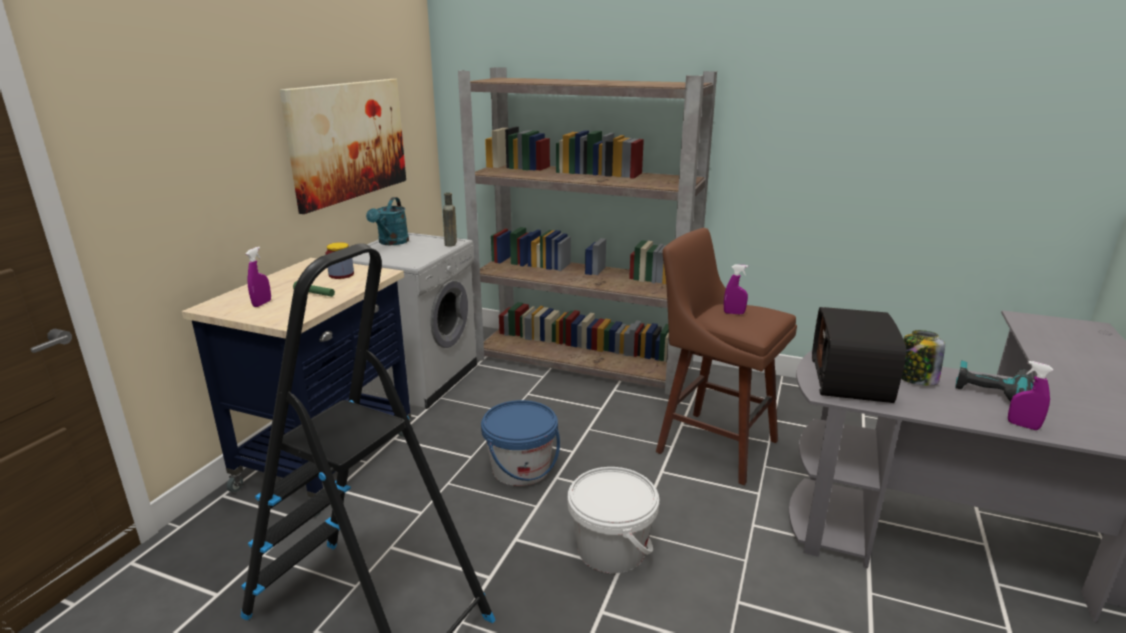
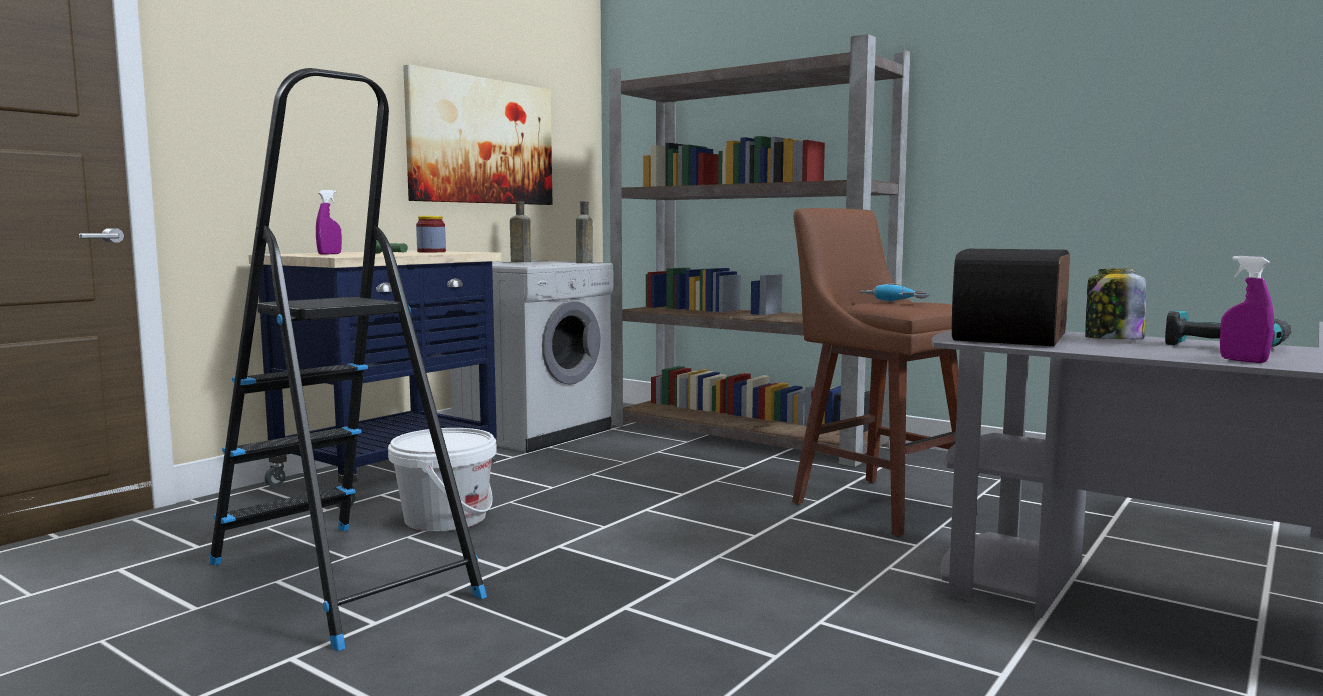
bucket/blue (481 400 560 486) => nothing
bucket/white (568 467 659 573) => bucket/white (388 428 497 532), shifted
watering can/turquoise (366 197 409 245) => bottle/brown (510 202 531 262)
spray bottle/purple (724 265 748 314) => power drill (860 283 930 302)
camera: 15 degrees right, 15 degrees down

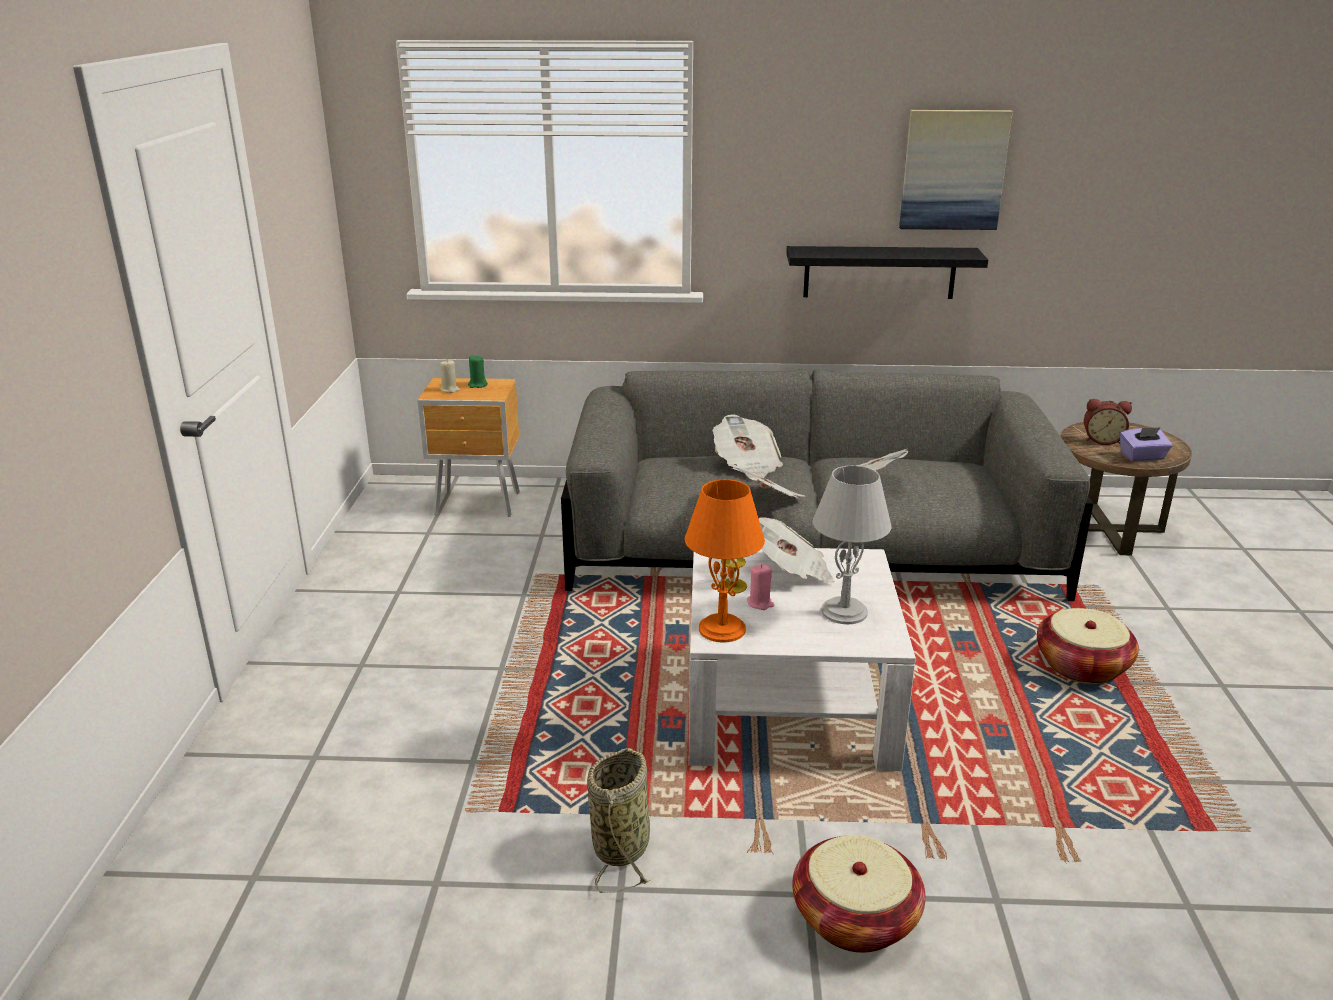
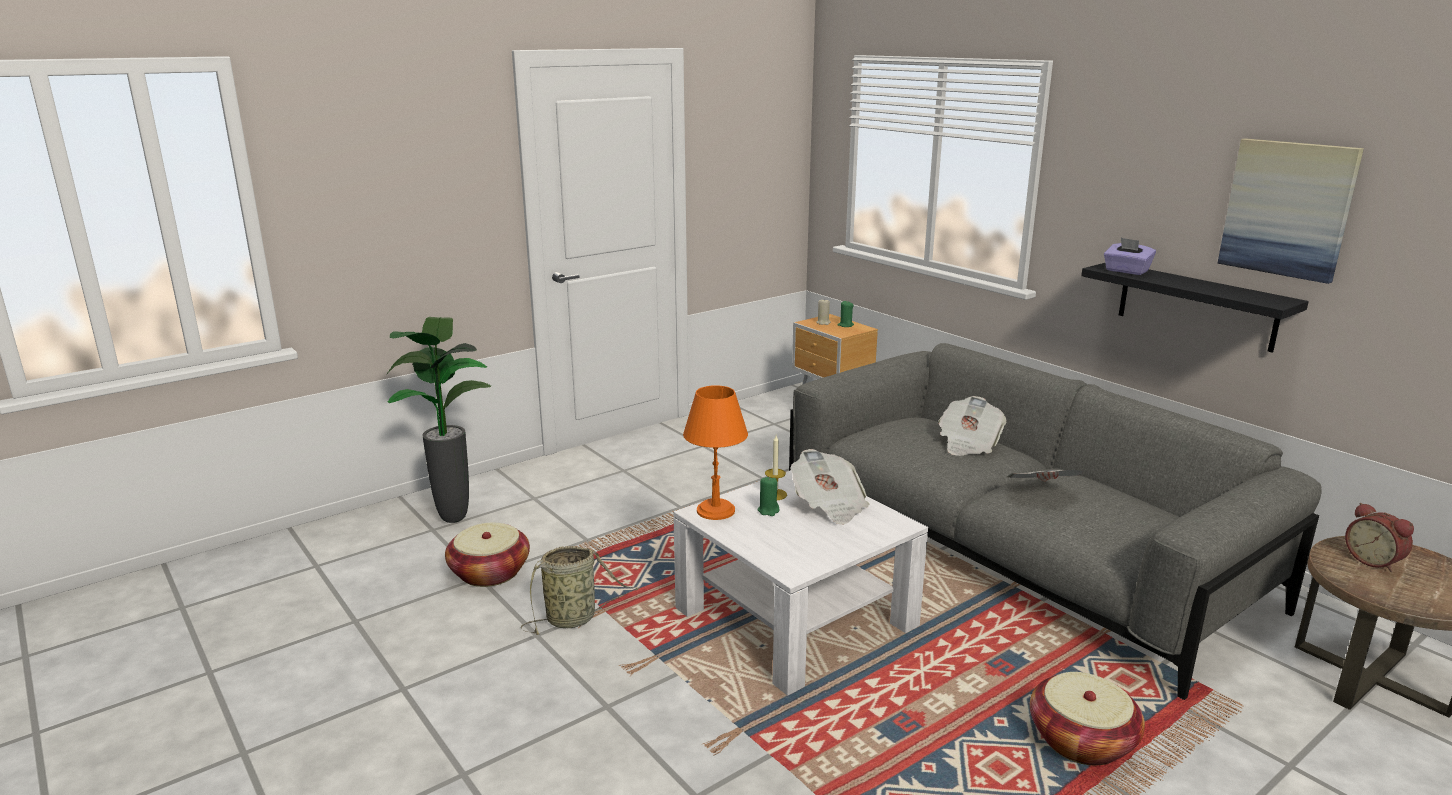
newspaper (728 465 805 498) => nothing
table lamp/grey (813 465 891 624) => nothing
nothing => potted plant (386 317 491 523)
basket (792 835 925 953) => basket (445 523 530 587), shifted
tissue box/purple (1120 427 1173 461) => tissue box/purple (1104 238 1156 275), shifted
candle/pink (747 564 774 610) => candle/green (758 477 780 516)
camera: 50 degrees right, 5 degrees down

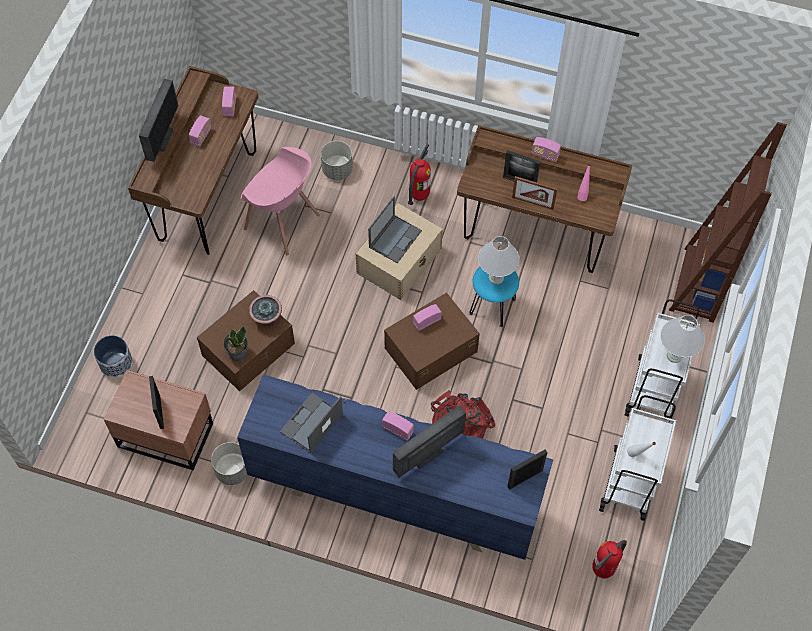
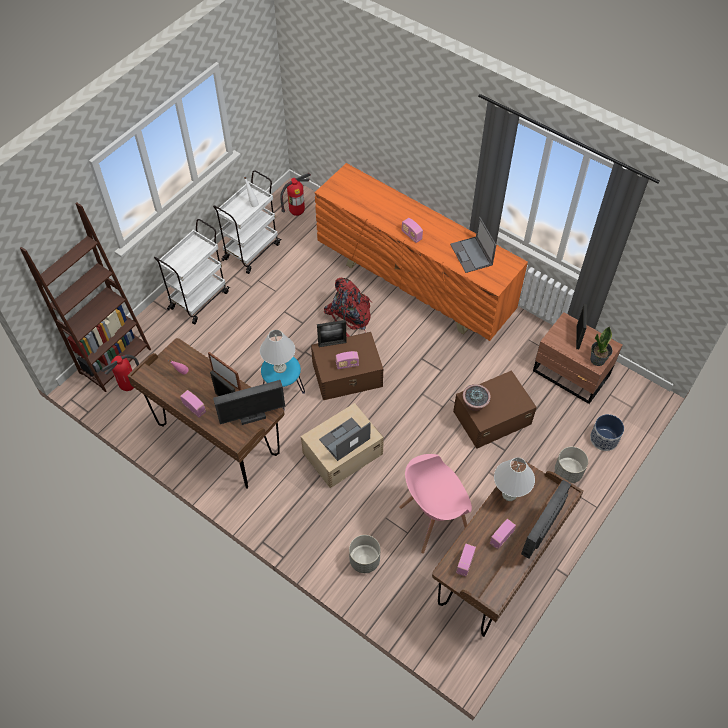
planter/grey (211 442 247 485) => planter/grey (555 447 588 483), shifted
potted plant (223 327 248 361) => potted plant (590 327 613 366), shifted
monitor (393 405 466 478) => monitor (213 380 285 425), shifted
fire extinguisher (408 144 431 205) => fire extinguisher (101 354 139 391), shifted
picture frame (507 449 548 490) => picture frame (317 320 347 347), shifted
table lamp/white (660 315 705 363) => table lamp/white (494 457 535 501), shifted
cabinet/blue (237 374 553 560) => cabinet/orange (315 163 528 341)
chair/pink (241 147 320 255) => chair/pink (399 454 472 554), 75 degrees counterclockwise
laptop (280 393 343 453) => laptop (450 217 496 273), 105 degrees clockwise
camera: 160 degrees left, 5 degrees down

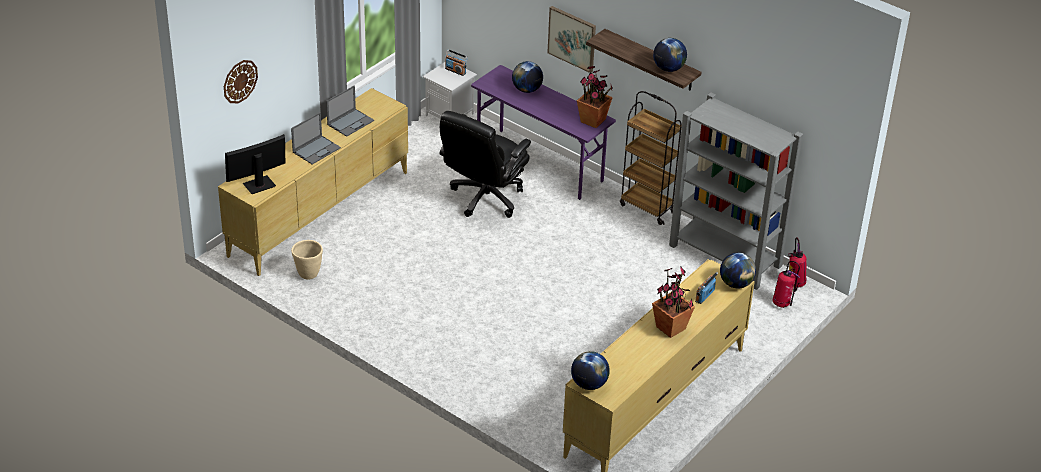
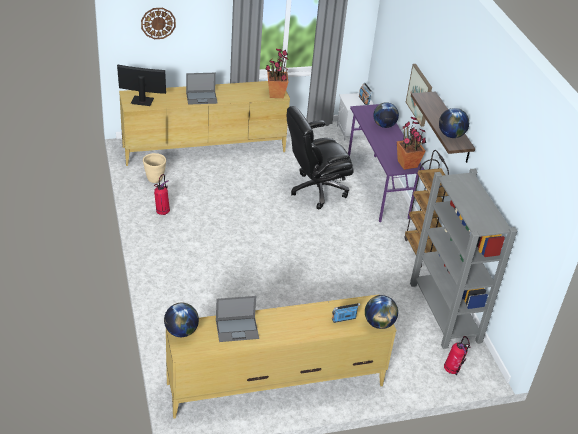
laptop (326 86 374 137) => laptop (216 296 259 342), shifted
potted plant (652 267 695 338) => potted plant (265 49 289 98), shifted
fire extinguisher (788 237 807 288) => fire extinguisher (154 174 170 215), shifted
camera: 35 degrees right, 0 degrees up

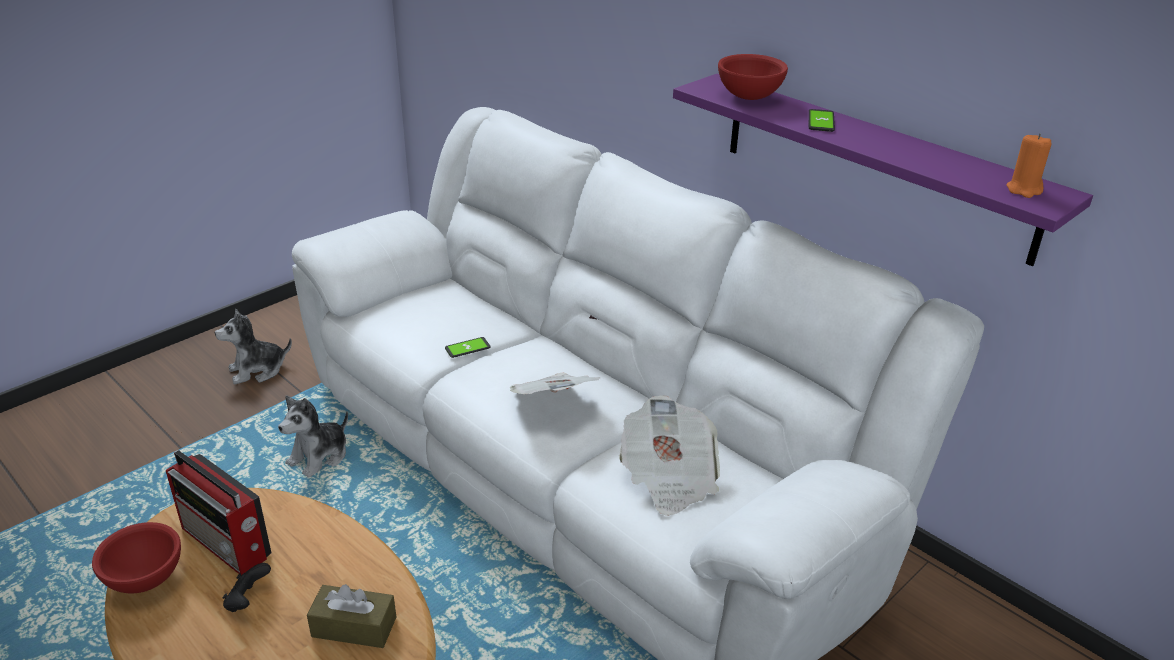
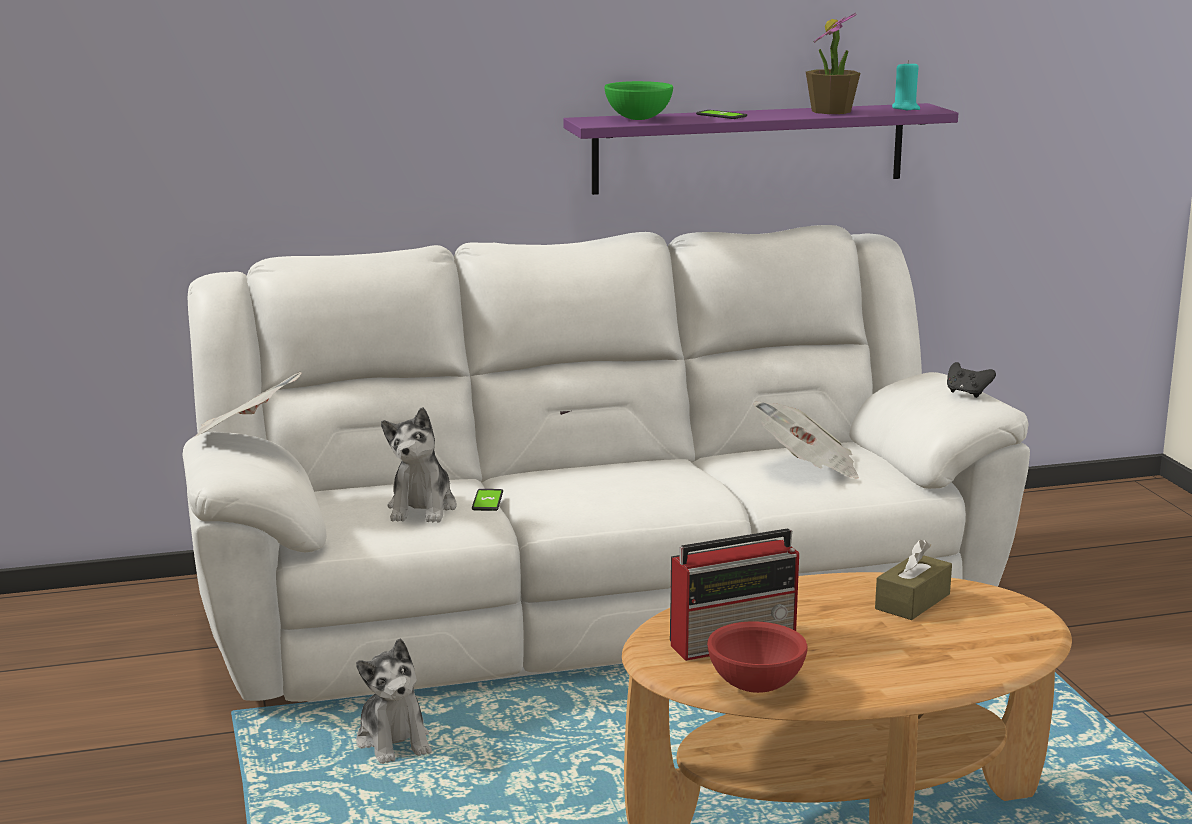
nothing => potted plant (806 13 860 114)
plush toy (215 308 292 384) => plush toy (381 407 457 523), shifted
game controller/black (223 563 271 612) => game controller/black (947 362 996 398), shifted
newspaper (509 373 601 394) => newspaper (195 372 301 437), shifted
bowl/red (718 54 788 100) => bowl/green (604 81 673 120)
candle/orange (1006 133 1051 198) => candle/turquoise (892 60 920 110)
camera: 60 degrees left, 15 degrees down

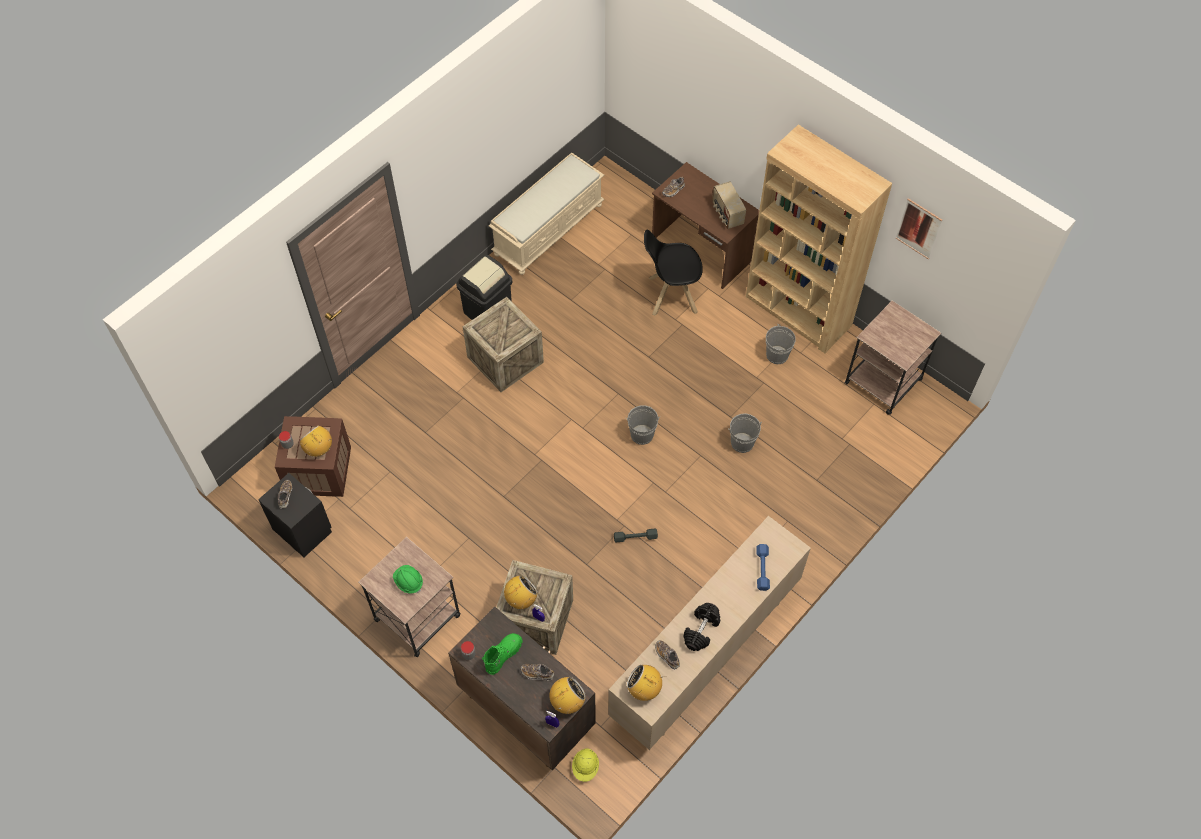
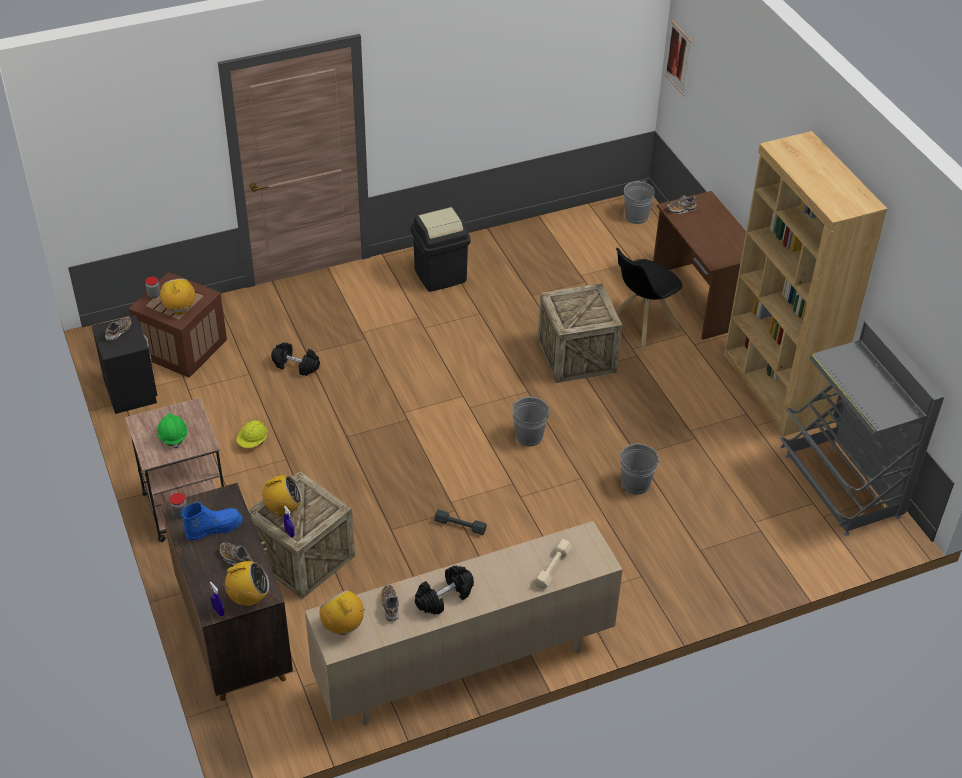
bench/beige (489 152 604 275) => nothing
radio (712 181 746 229) => nothing
nothing => dumbbell/black (271 343 320 376)
crate (462 297 544 392) => crate (538 283 622 383), shifted
hard hat/yellow (572 749 599 782) => hard hat/yellow (236 420 268 448), shifted
bucket/grey (766 324 796 364) => bucket/grey (624 180 655 224), shifted
picture (896 198 942 259) => picture (665 21 692 96), shifted
cart/brown (844 301 941 415) => shoe rack/grey (780 318 944 536)
boot/green (482 633 522 675) => boot/blue (182 502 242 541)
dumbbell/blue (756 544 770 591) => dumbbell/beige (533 539 572 589)
chair/black (644 230 703 316) => chair/black (615 248 682 350), 60 degrees counterclockwise
camera: 25 degrees right, 15 degrees down

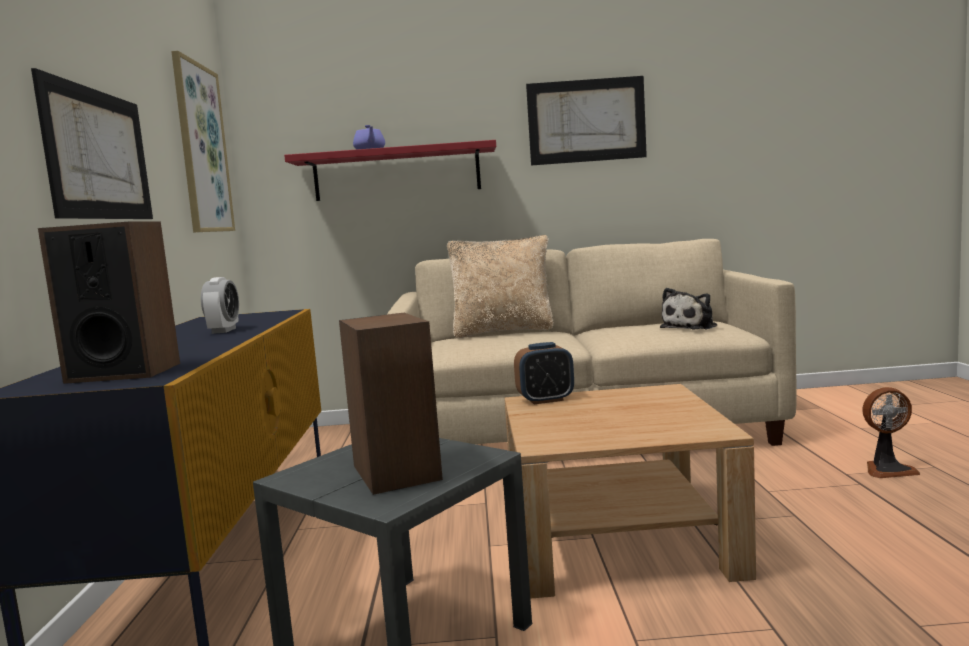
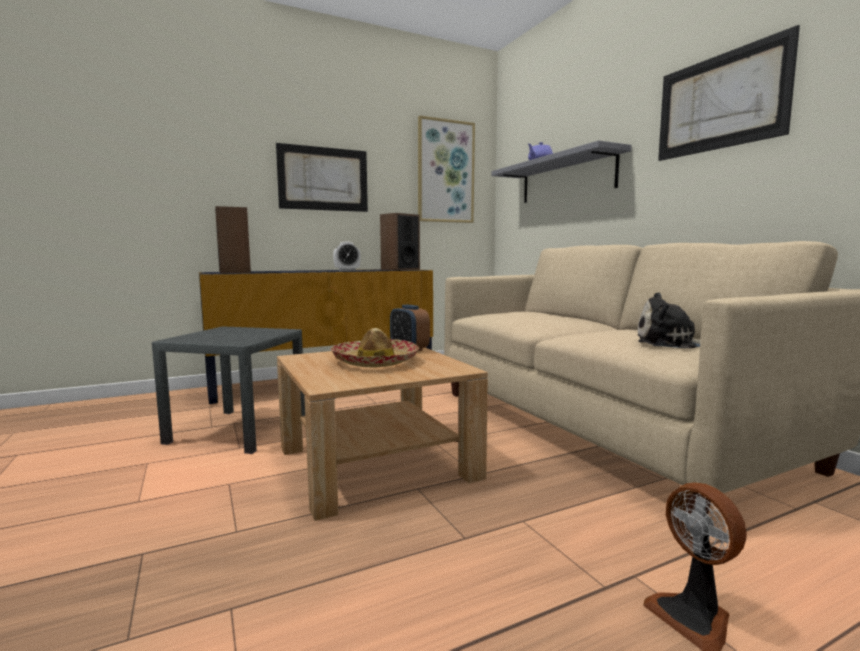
pillow/beige (447 234 554 338) => nothing
nothing => hat (331 328 419 368)
speaker (339 313 443 495) => speaker (380 213 420 270), shifted
shelf/red (284 140 496 201) => shelf/grey (491 140 632 203)
camera: 65 degrees right, 0 degrees up

